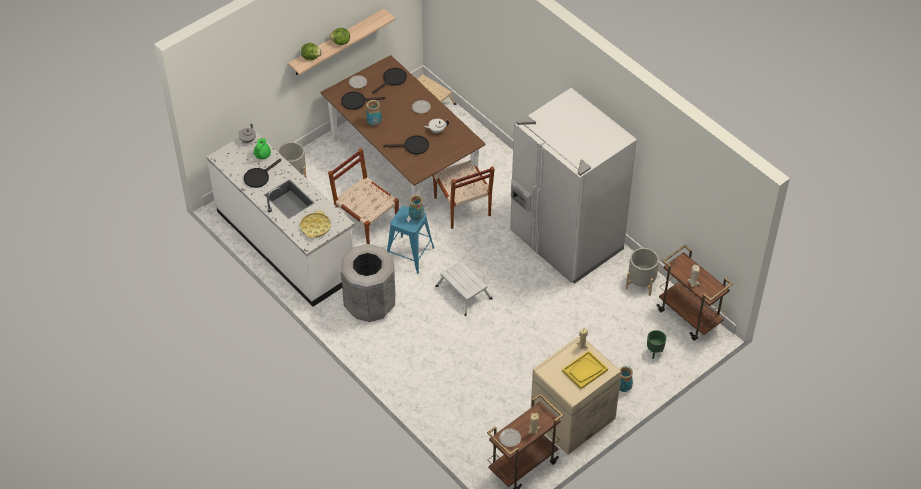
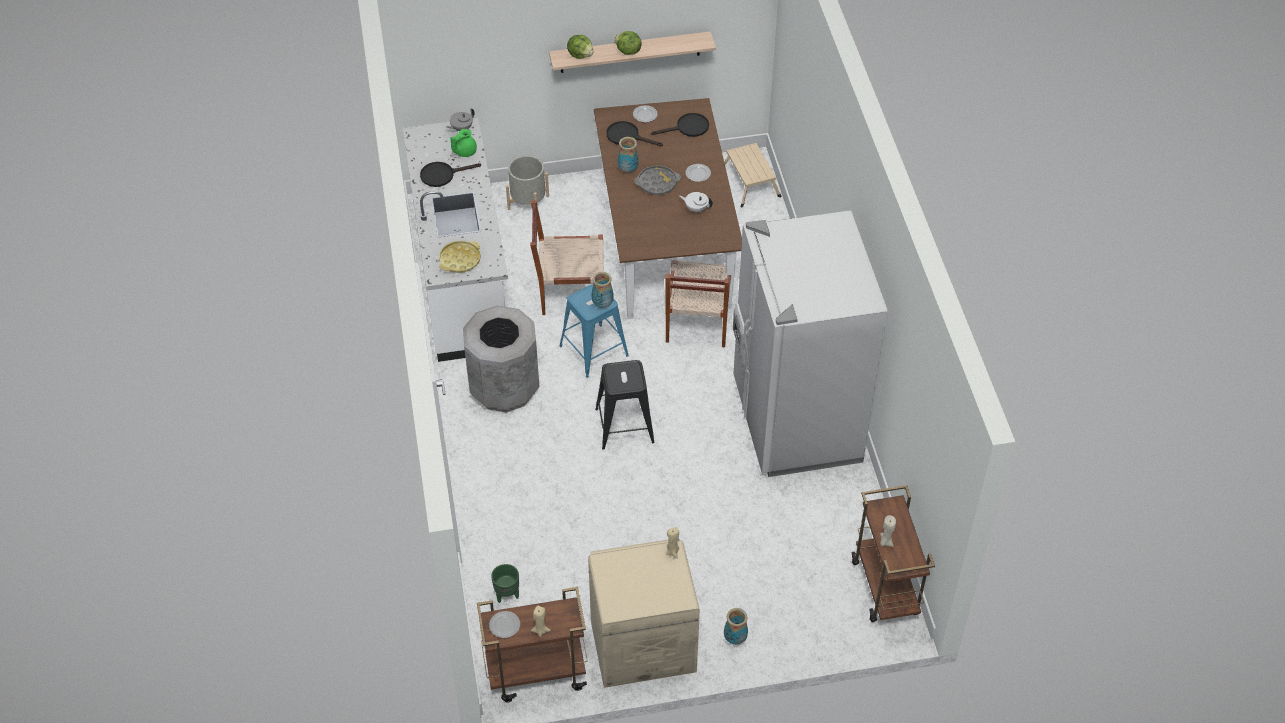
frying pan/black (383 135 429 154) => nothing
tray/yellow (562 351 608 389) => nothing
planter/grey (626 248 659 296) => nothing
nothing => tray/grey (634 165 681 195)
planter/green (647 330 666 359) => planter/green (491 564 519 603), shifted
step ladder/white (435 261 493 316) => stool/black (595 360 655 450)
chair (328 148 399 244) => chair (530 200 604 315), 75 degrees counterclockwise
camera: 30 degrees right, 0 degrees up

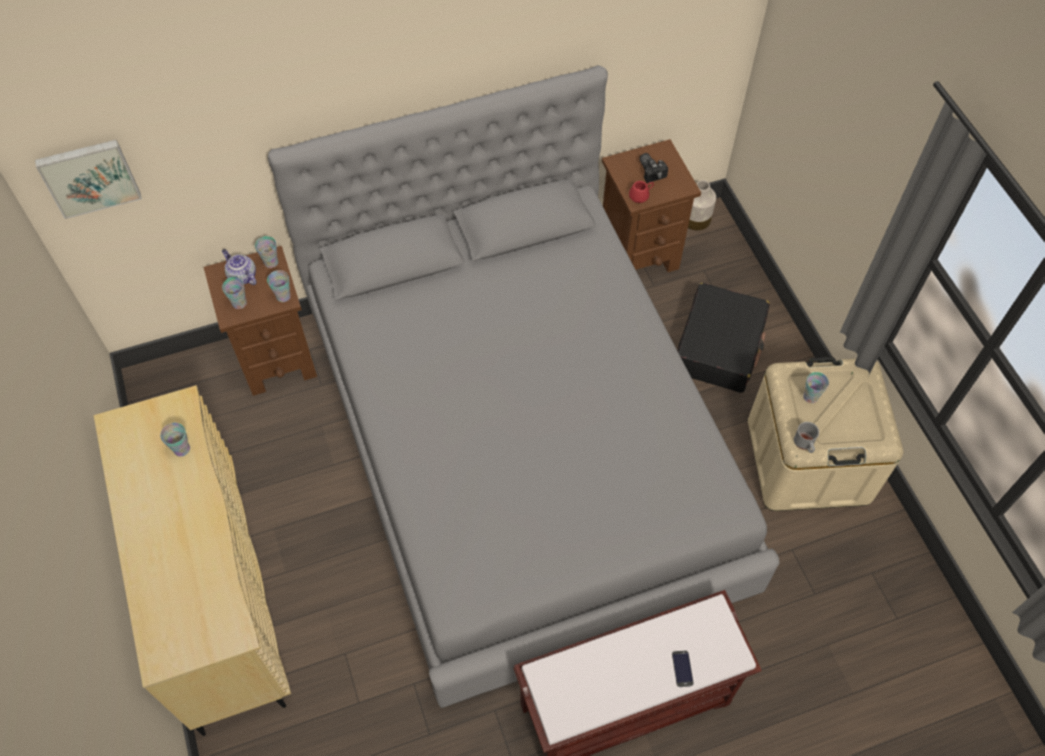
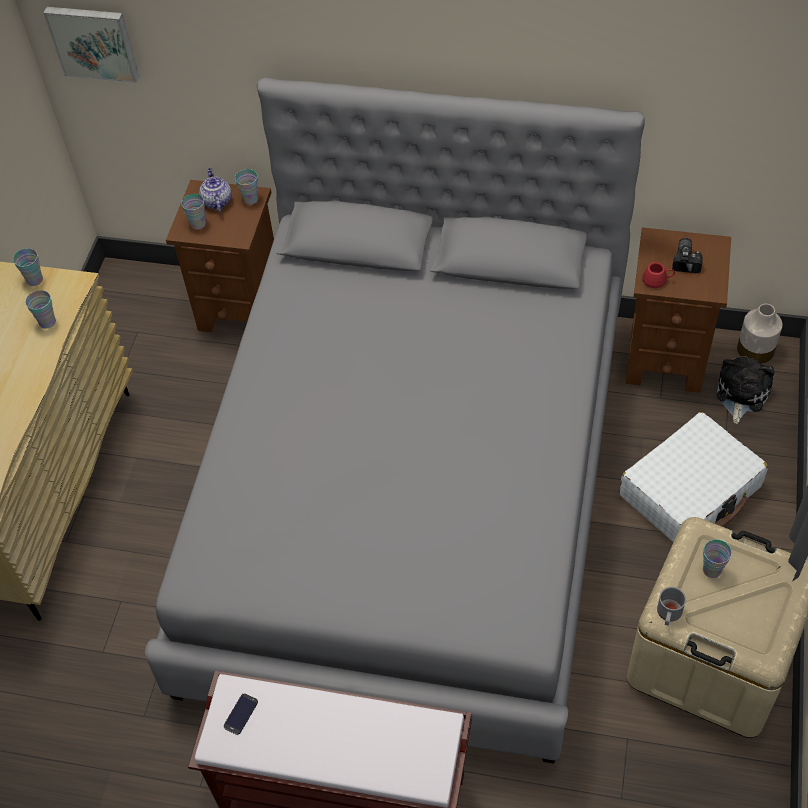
nothing => plush toy (717 356 774 424)
cup (267 270 291 302) => cup (13 248 43 286), shifted
phone (672 650 693 687) => phone (224 693 258 735), shifted
suitcase/black (678 283 770 393) => suitcase/white (620 412 768 542)
camera: 35 degrees right, 5 degrees down

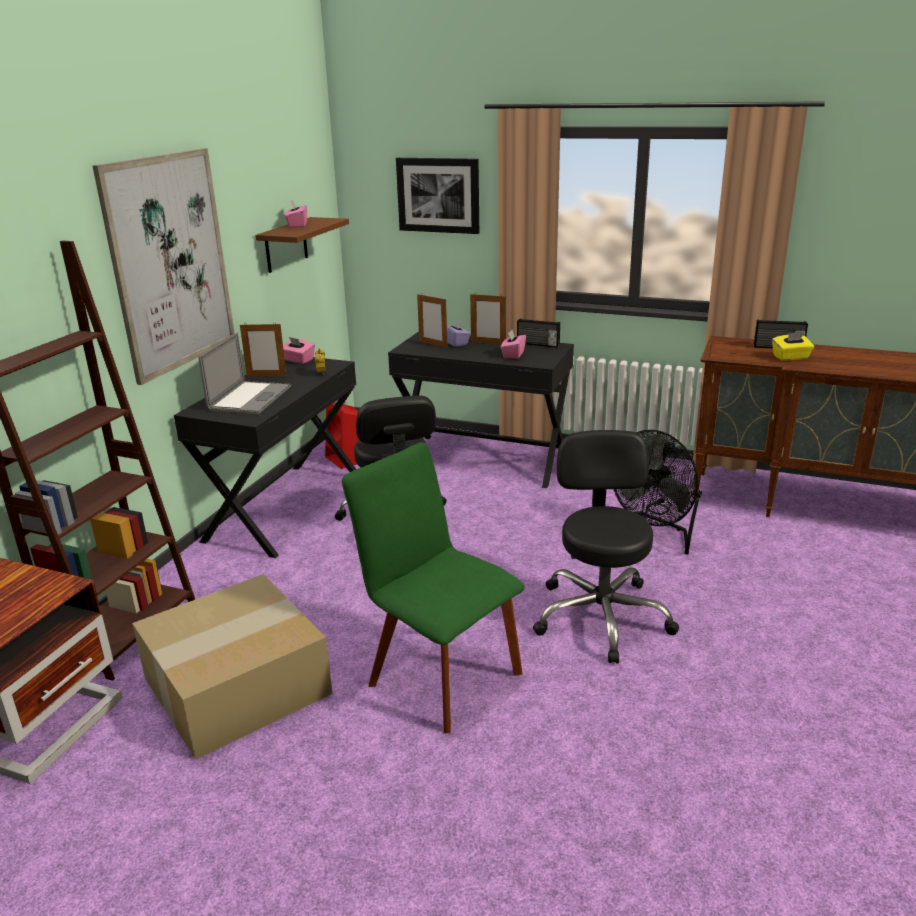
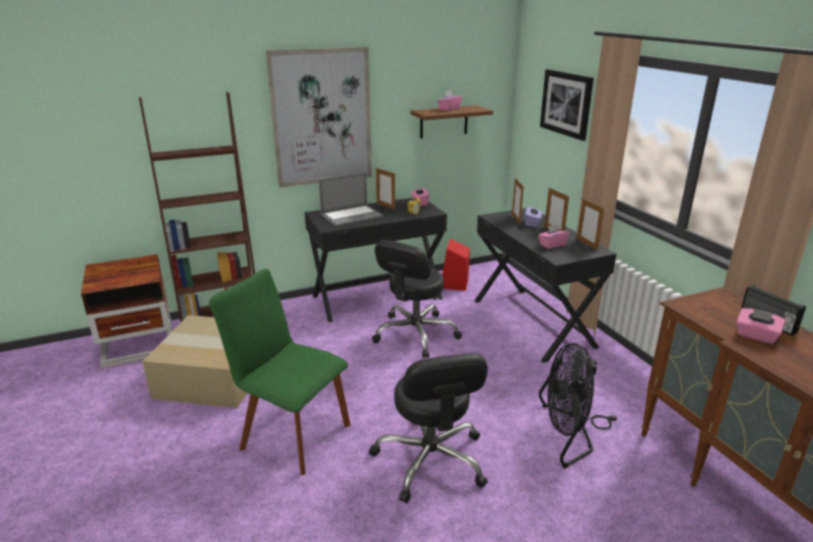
radio (517 319 560 347) => picture frame (577 199 604 250)
tissue box/yellow (772 332 814 361) => tissue box/pink (737 308 786 344)
chair/green (342 442 524 733) => chair/green (209 269 351 475), 60 degrees counterclockwise
office chair/black (533 430 679 663) => office chair/black (369 353 488 503), 120 degrees clockwise
camera: 45 degrees right, 0 degrees up

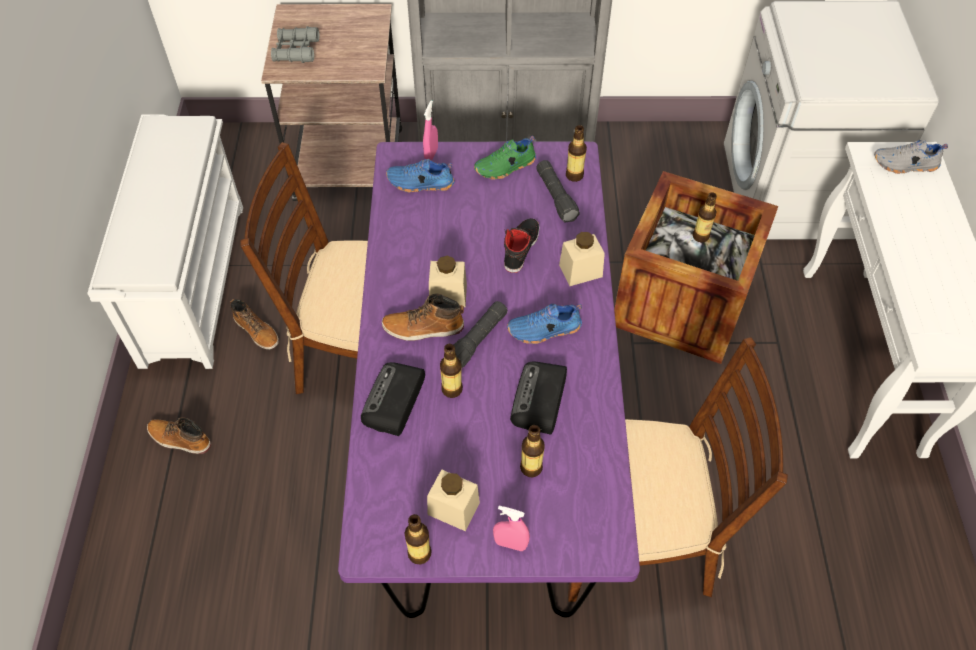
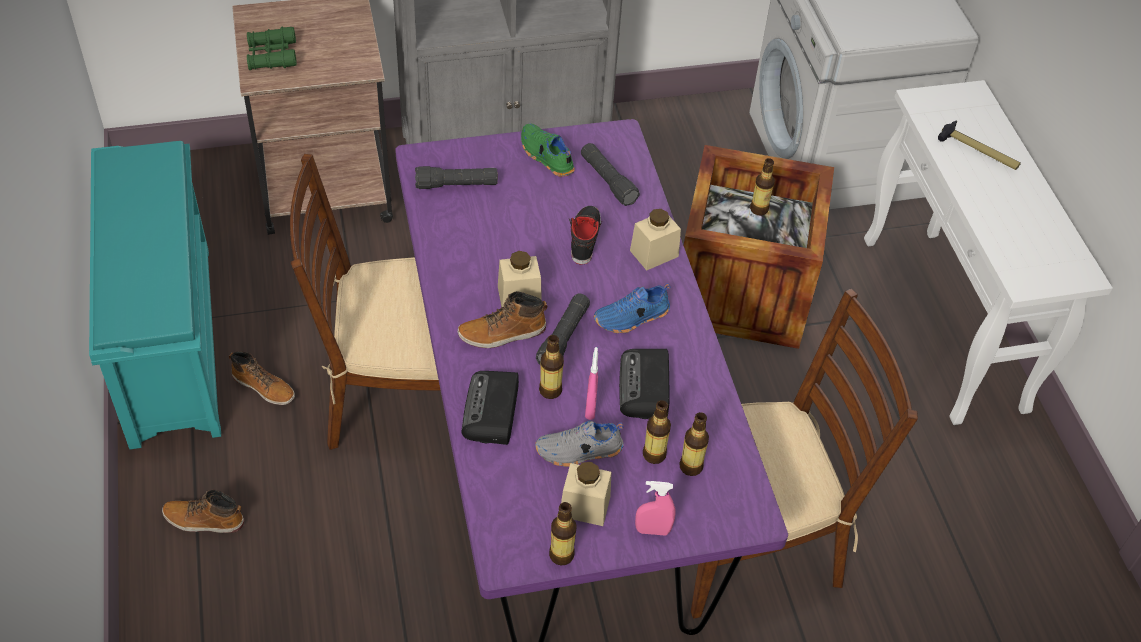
nothing => hammer (938 120 1021 170)
spray bottle/pink (423 100 438 161) => spray bottle/pink (585 347 598 420), shifted
bottle (566 125 587 182) => bottle (679 412 709 476), shifted
shoe/grey (874 140 948 174) => shoe/grey (535 421 624 467), shifted
shoe/blue (386 159 455 193) => flashlight/black (415 166 498 189)
shoe rack/white (87 114 243 369) => shoe rack/turquoise (89 141 221 449)
binoculars/grey (271 26 319 63) => binoculars/green (247 27 297 70)
shoe/green (474 136 536 180) => shoe/green (521 124 575 176), 90 degrees clockwise
camera: 15 degrees left, 5 degrees down

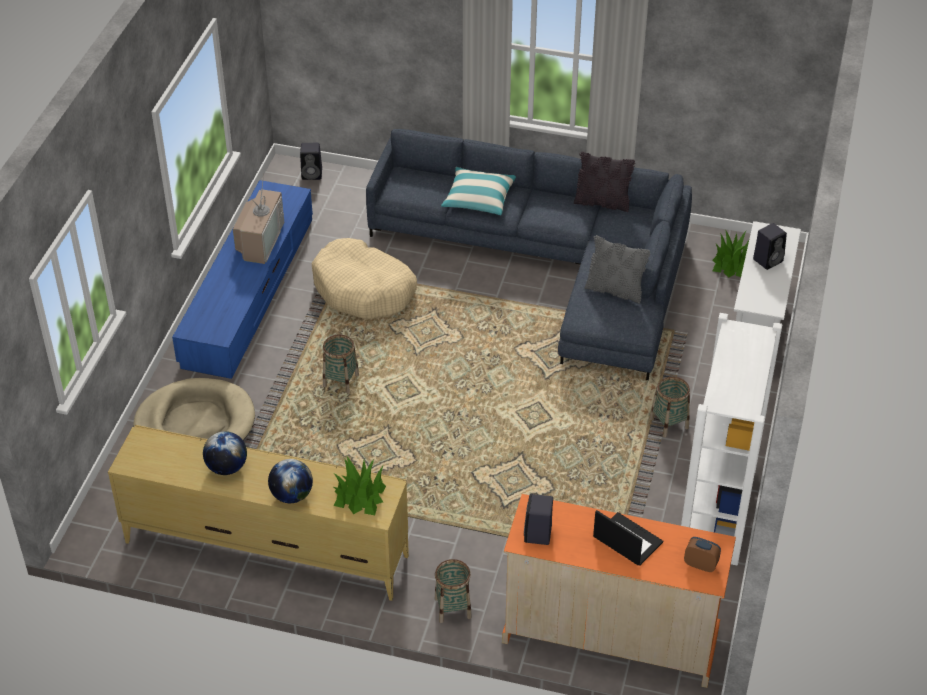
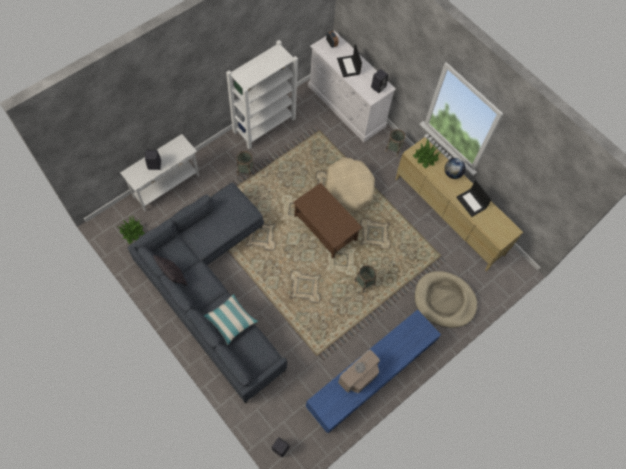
pillow/grey (585 235 650 304) => nothing
nothing => coffee table/brown (293 183 362 258)
dog bed/beige (312 238 417 319) => dog bed/beige (326 157 375 214), shifted
globe (203 431 247 475) => laptop (456 180 492 217)
dresser/orange (502 494 736 688) => dresser/white (308 31 396 142)
camera: 150 degrees left, 20 degrees up

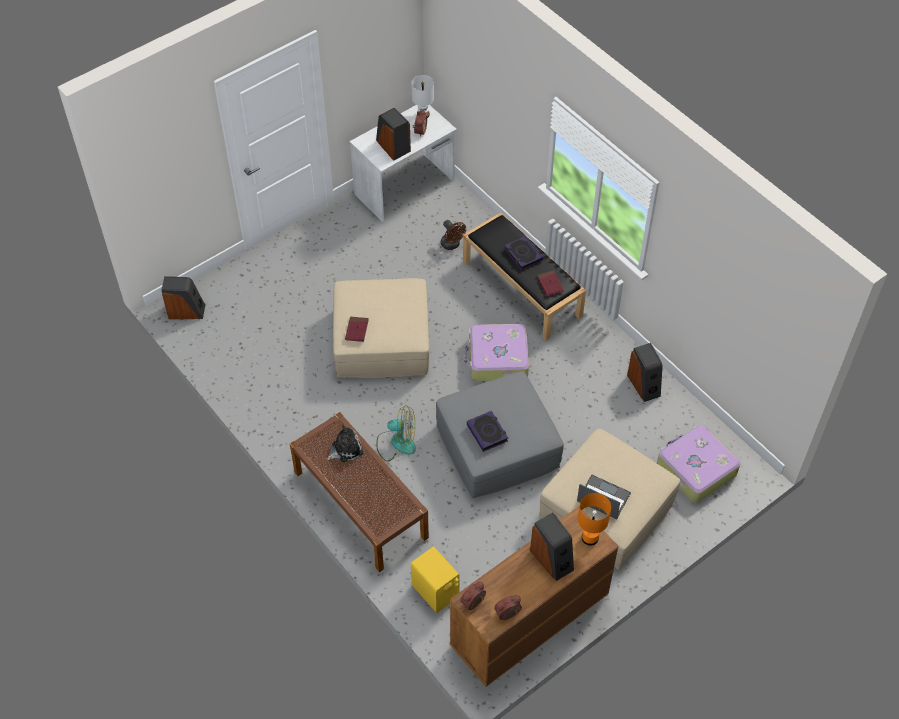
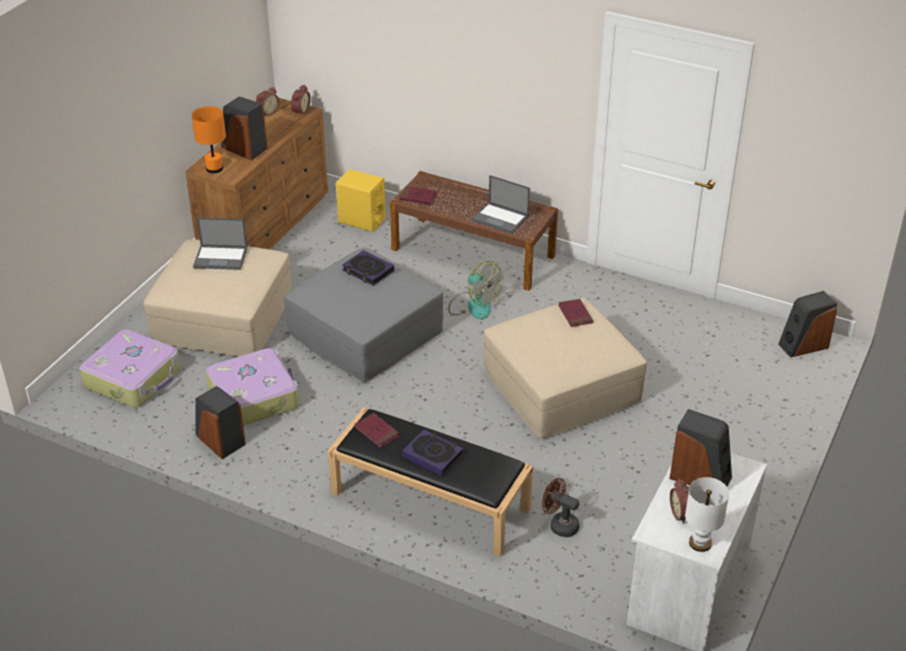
nothing => book/red (400 186 437 205)
suitcase (464 324 529 381) => suitcase (206 348 299 426), shifted
plush toy (326 425 364 462) => laptop (471 175 530 234)
fan (376 405 416 462) => fan (448 261 503 320), 120 degrees counterclockwise
camera: 155 degrees right, 15 degrees down

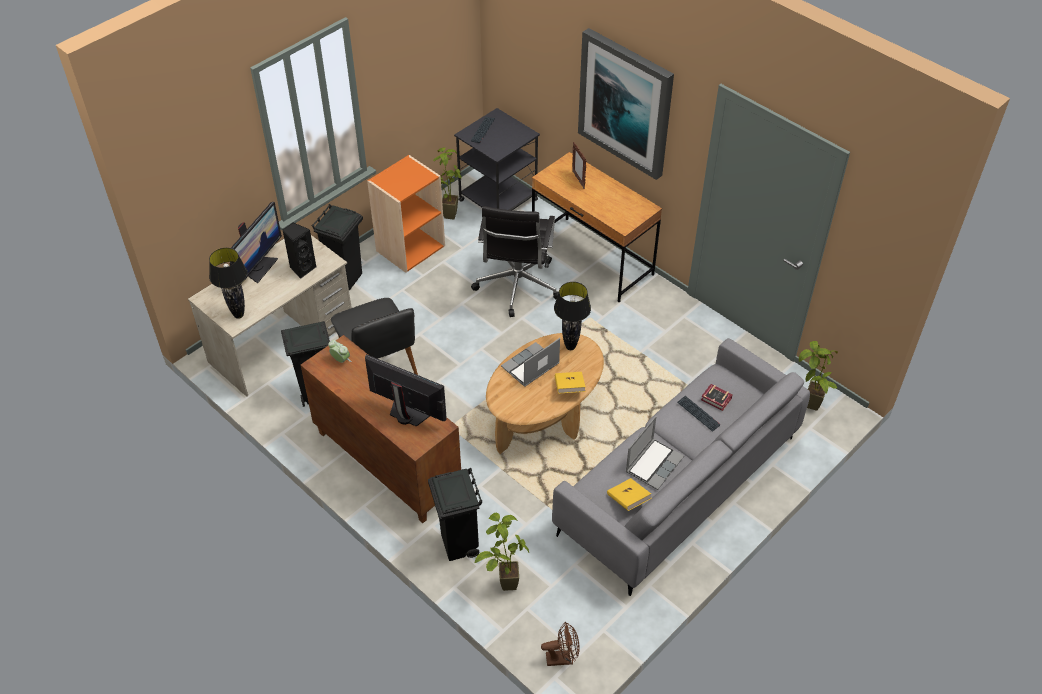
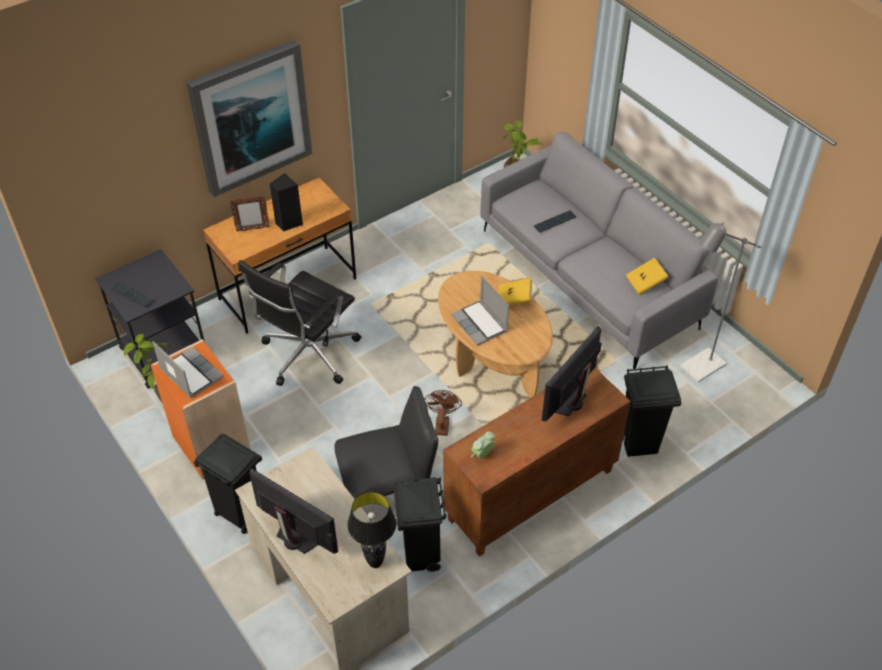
potted plant (475 513 529 591) => nothing
table lamp/black (554 282 591 350) => nothing
book (701 384 733 411) => nothing
nothing => floor lamp/grey (680 222 762 383)
speaker/black (283 222 317 279) => speaker/black (270 173 303 232), shifted
fan/brown (541 622 580 666) => fan/brown (424 390 462 436), shifted
laptop (625 416 684 490) => laptop (152 341 224 398), shifted
office chair/black (471 206 559 317) => office chair/black (238 260 361 386), 105 degrees clockwise
camera: 80 degrees left, 0 degrees up

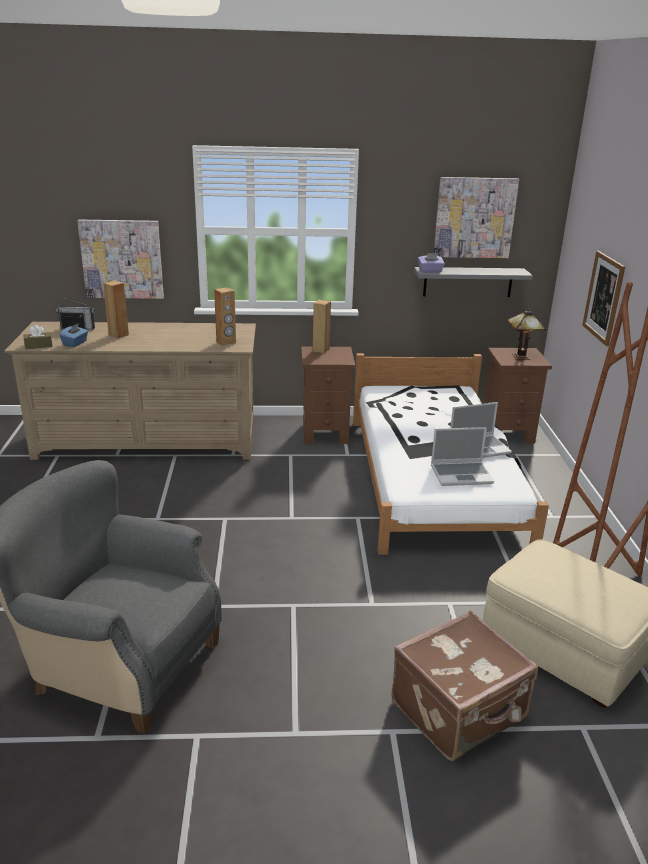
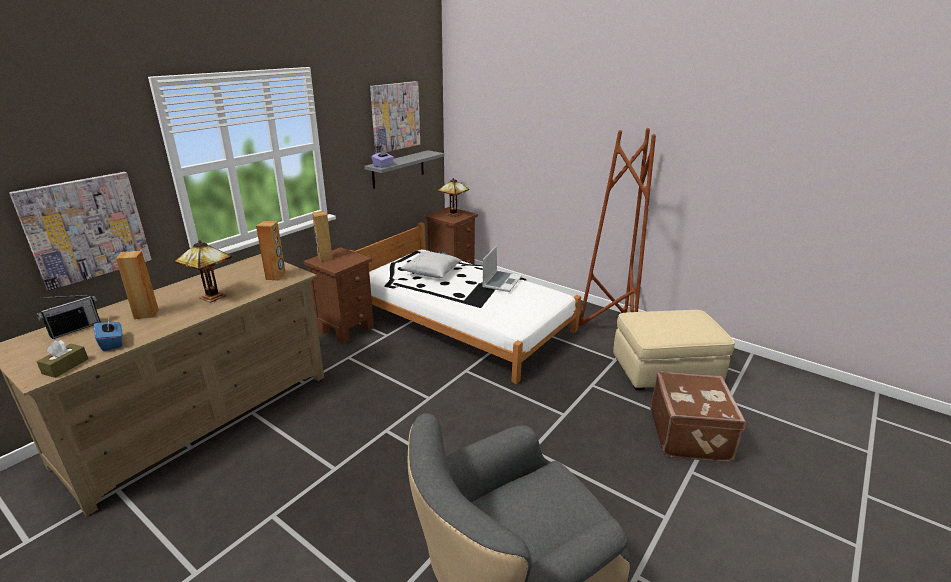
laptop (431 427 494 486) => nothing
picture (582 251 625 346) => nothing
nothing => table lamp (175 240 232 303)
nothing => pillow/grey (401 251 462 278)
camera: 50 degrees left, 0 degrees up

